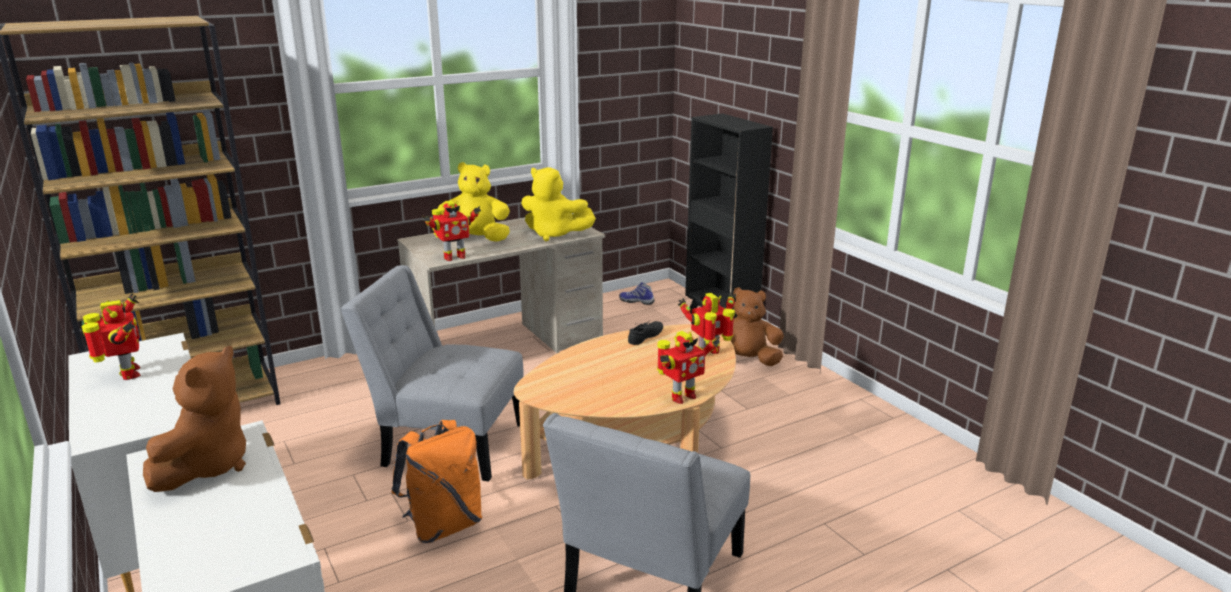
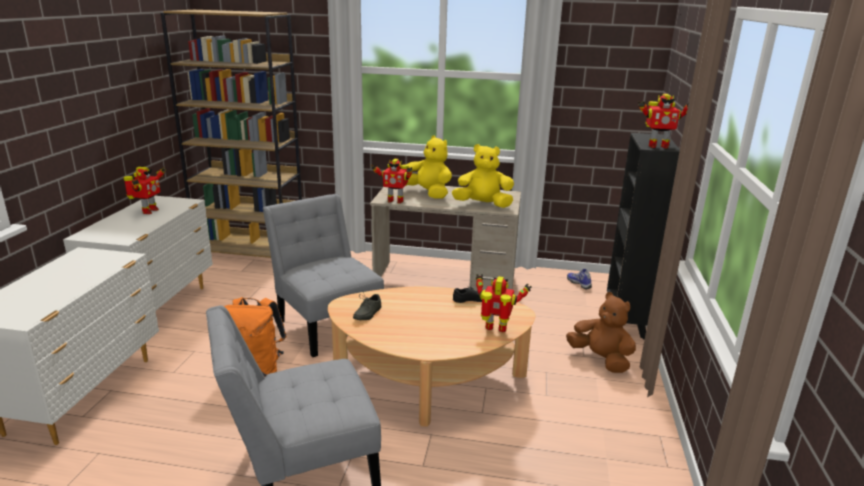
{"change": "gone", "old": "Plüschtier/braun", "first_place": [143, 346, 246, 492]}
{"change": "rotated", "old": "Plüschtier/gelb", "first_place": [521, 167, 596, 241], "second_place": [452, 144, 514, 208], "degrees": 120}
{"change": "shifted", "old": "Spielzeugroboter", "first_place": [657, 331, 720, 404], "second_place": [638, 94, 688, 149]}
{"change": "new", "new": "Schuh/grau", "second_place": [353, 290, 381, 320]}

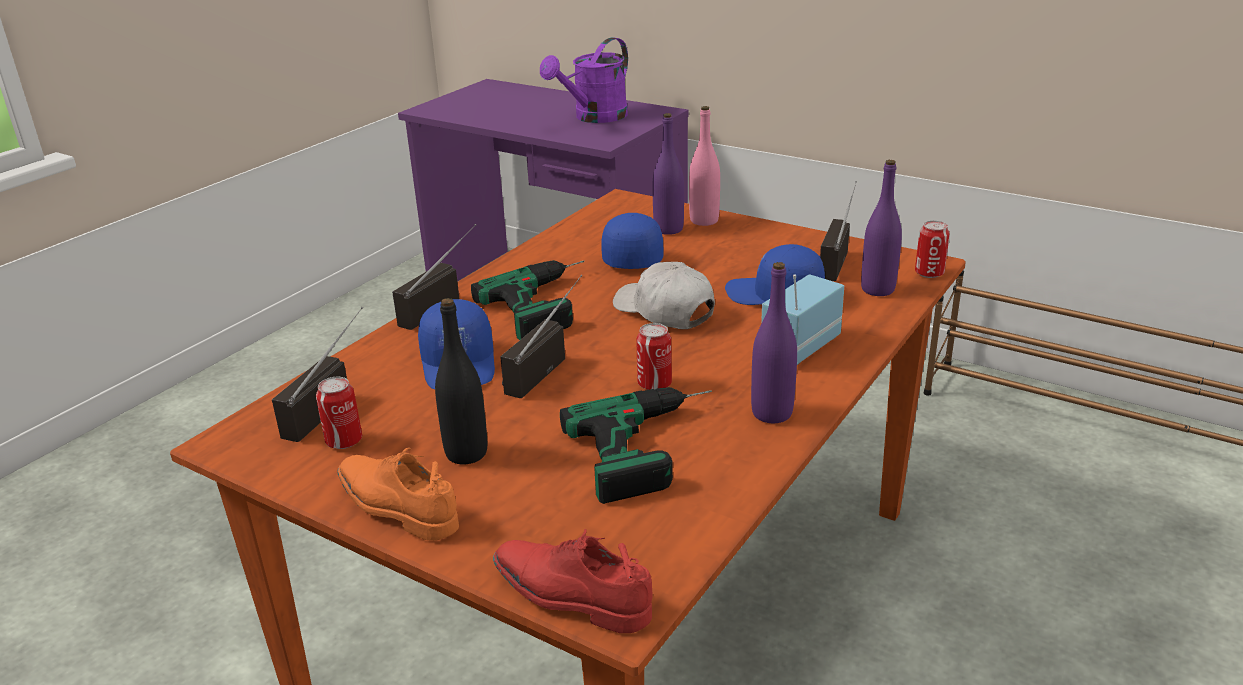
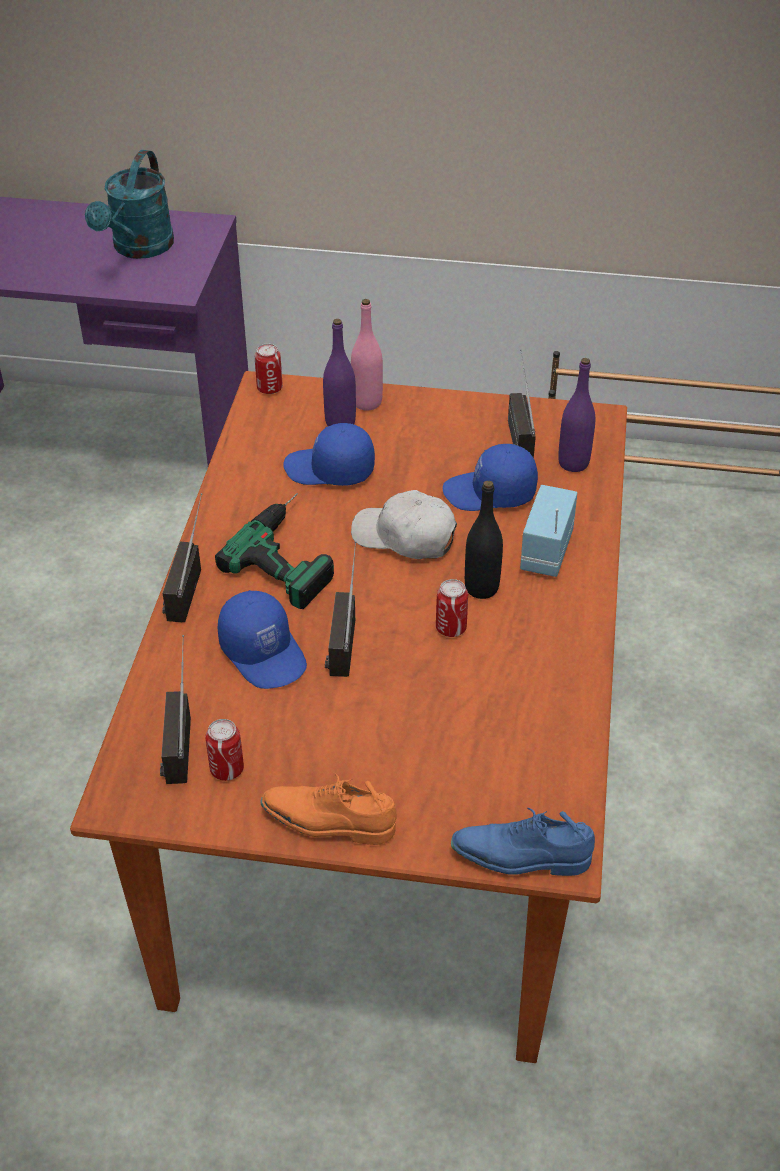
{"change": "shifted", "old": "Flasche/schwarz", "first_place": [435, 298, 487, 464], "second_place": [465, 480, 503, 599]}
{"change": "repainted", "old": "Schuh/rot", "new": "Schuh/blau", "first_place": [493, 529, 653, 633], "second_place": [451, 808, 595, 876]}
{"change": "repainted", "old": "Gießkanne/lila", "new": "Gießkanne/türkis", "first_place": [540, 37, 628, 123], "second_place": [85, 150, 174, 259]}
{"change": "gone", "old": "Bohrmaschine", "first_place": [560, 387, 712, 504]}
{"change": "rotated", "old": "Kappe/blau", "first_place": [601, 213, 664, 269], "second_place": [283, 423, 375, 486], "degrees": -60}
{"change": "gone", "old": "Flasche/lila", "first_place": [751, 262, 797, 423]}
{"change": "shifted", "old": "Dose", "first_place": [915, 220, 949, 278], "second_place": [255, 344, 283, 394]}

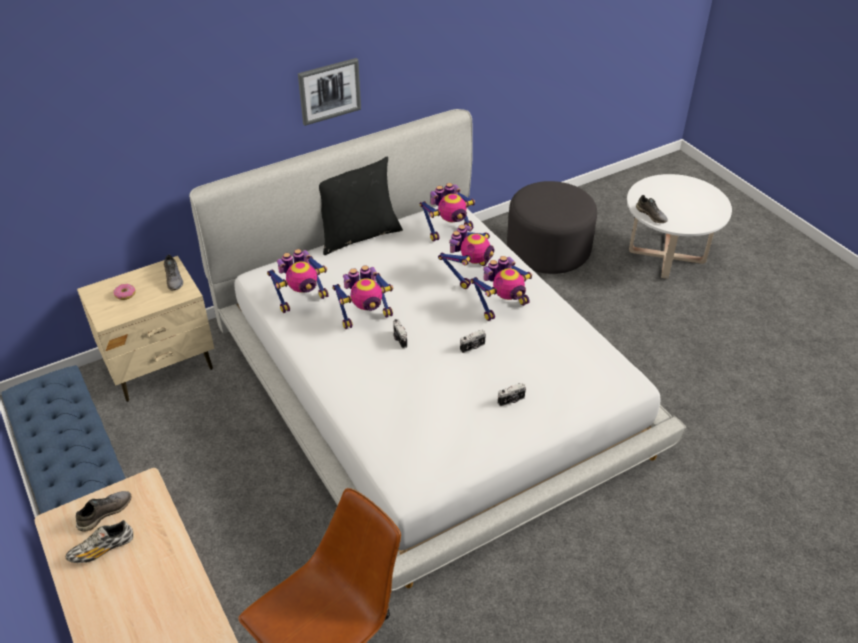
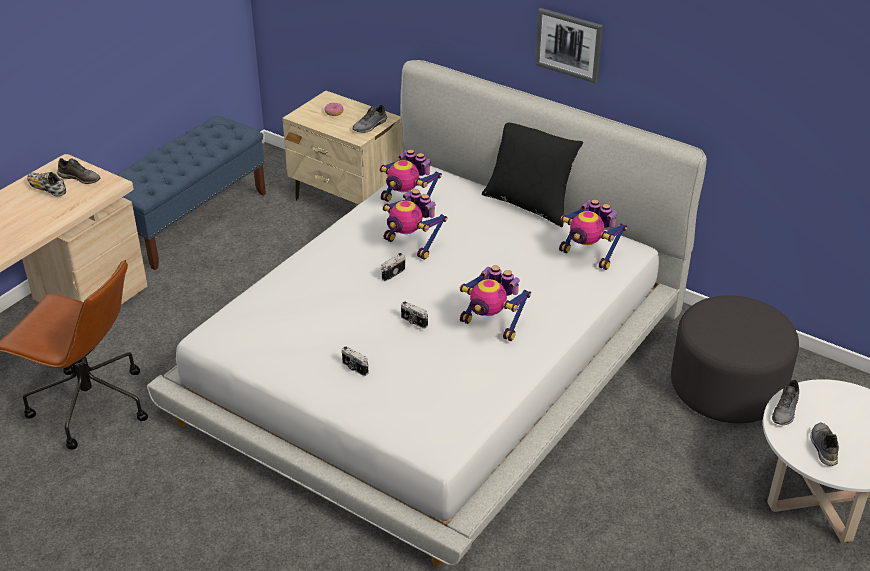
{"change": "gone", "old": "Spielzeugroboter", "first_place": [438, 225, 494, 289]}
{"change": "new", "new": "Schuh/grau", "second_place": [811, 423, 839, 466]}

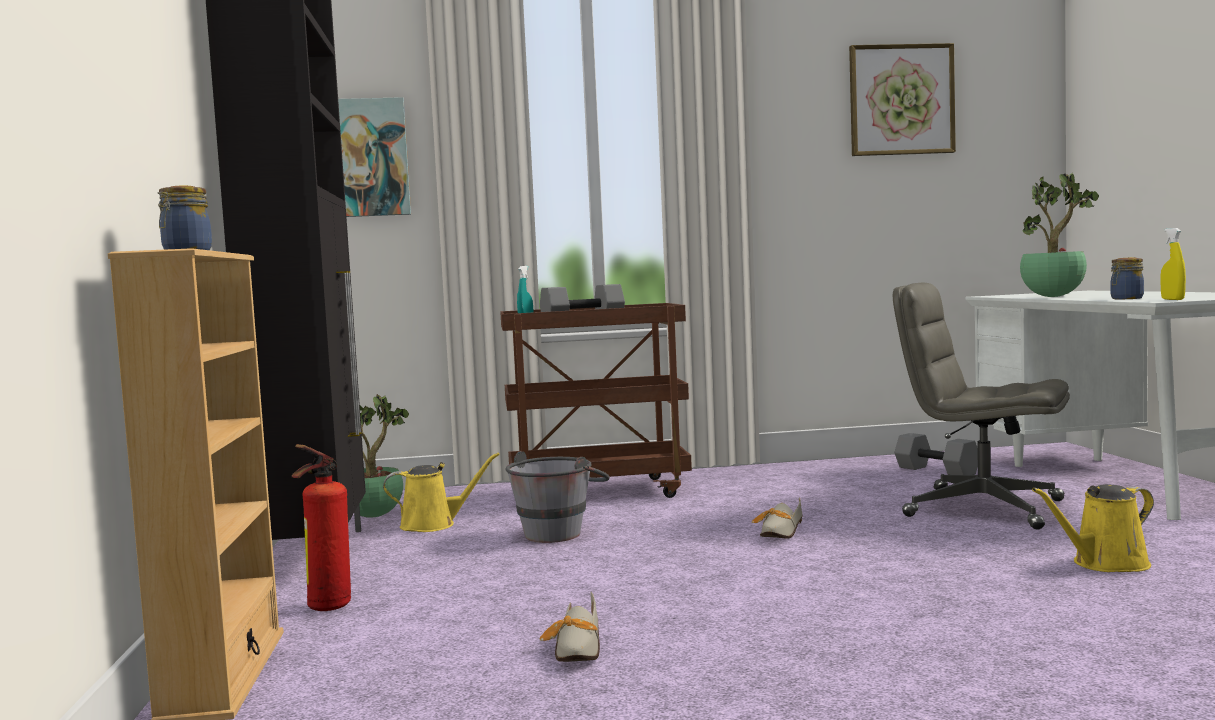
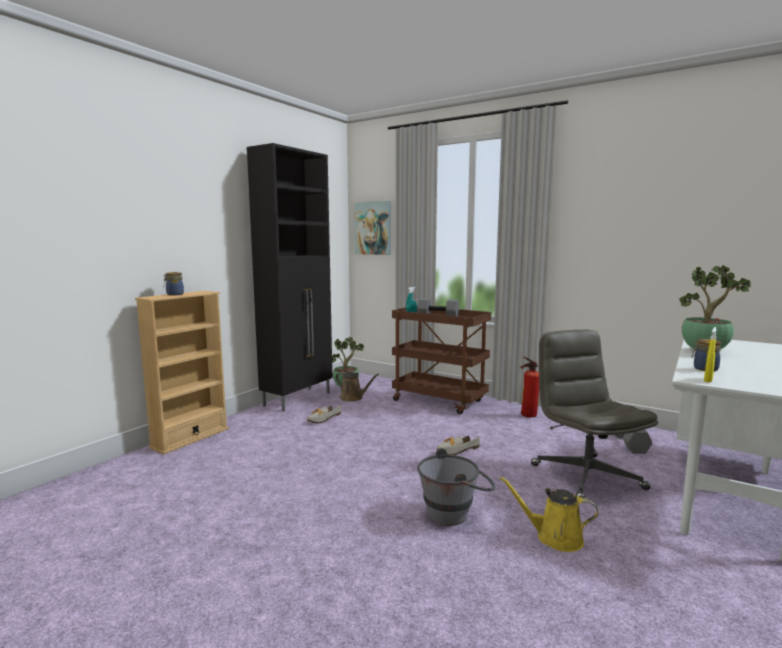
{"change": "shifted", "old": "Feuerlöscher", "first_place": [291, 444, 351, 611], "second_place": [520, 356, 539, 418]}
{"change": "repainted", "old": "Gießkanne/gelb", "new": "Gießkanne/braun", "first_place": [383, 452, 500, 532], "second_place": [335, 372, 379, 402]}
{"change": "shifted", "old": "Eimer/grau", "first_place": [505, 451, 610, 543], "second_place": [417, 448, 495, 526]}
{"change": "shifted", "old": "Schuh", "first_place": [540, 592, 600, 662], "second_place": [307, 404, 341, 423]}
{"change": "gone", "old": "Bild", "first_place": [849, 43, 956, 156]}

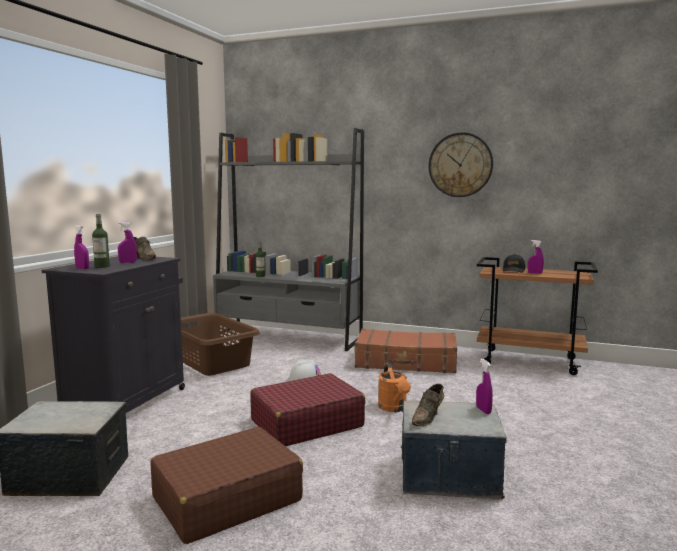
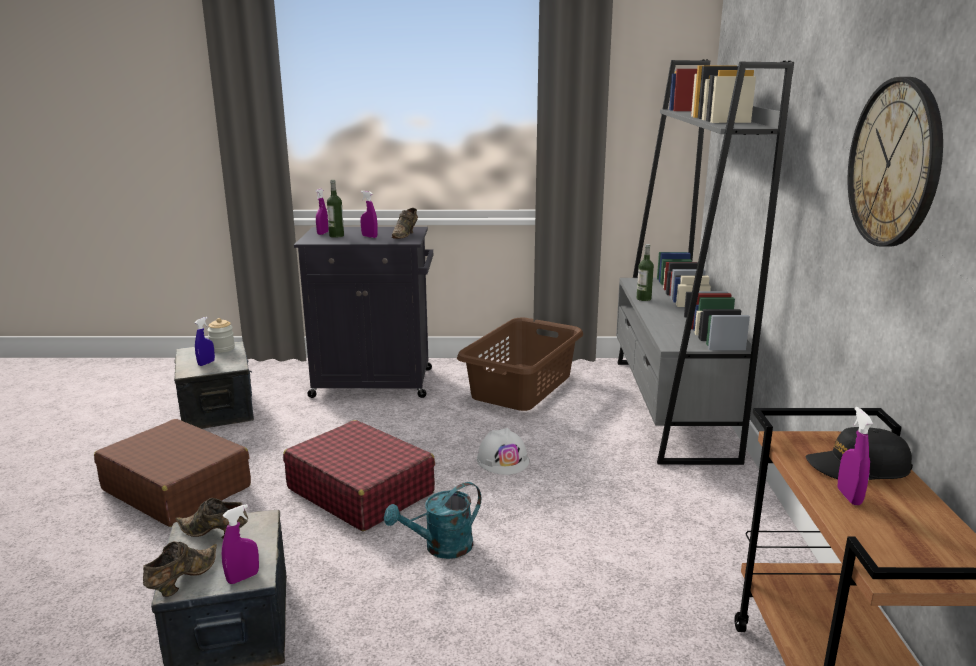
{"change": "gone", "old": "Koffer/braun", "first_place": [355, 329, 457, 373]}
{"change": "repainted", "old": "Gießkanne/orange", "new": "Gießkanne/türkis", "first_place": [378, 363, 411, 412], "second_place": [384, 482, 481, 559]}
{"change": "new", "new": "Schuh/braun", "second_place": [143, 541, 217, 597]}
{"change": "new", "new": "Sprühflasche/blau", "second_place": [195, 317, 215, 366]}
{"change": "new", "new": "Vorratsglas", "second_place": [207, 318, 235, 353]}

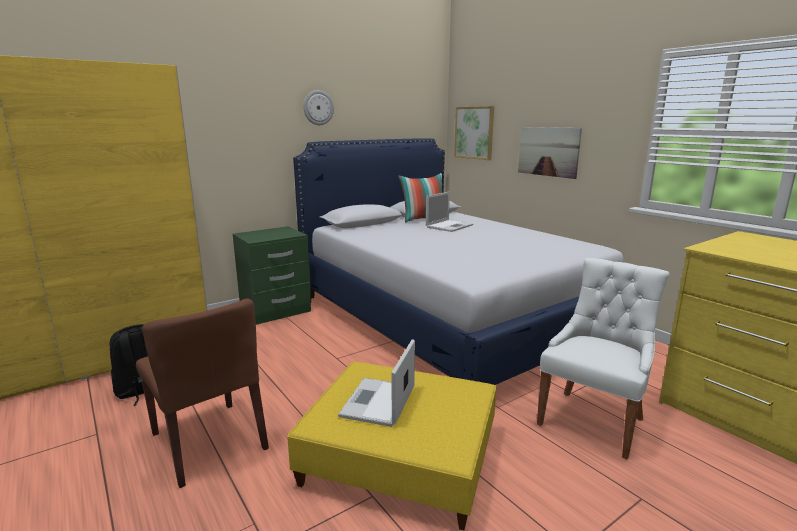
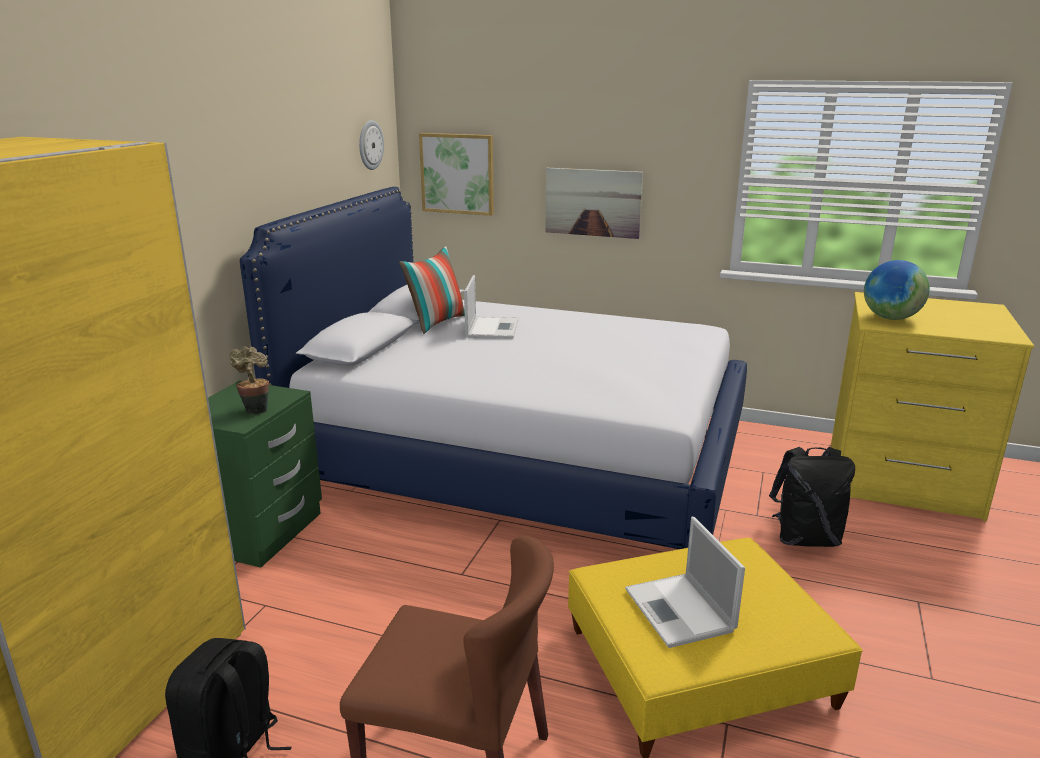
{"change": "shifted", "old": "Wanduhr", "first_place": [303, 90, 334, 125], "second_place": [359, 120, 384, 170]}
{"change": "swapped", "old": "Stuhl/weiß", "new": "Rucksack/schwarz", "first_place": [537, 258, 670, 459], "second_place": [769, 447, 855, 547]}
{"change": "new", "new": "Topfpflanze", "second_place": [229, 346, 269, 415]}
{"change": "new", "new": "Globus", "second_place": [864, 260, 930, 320]}

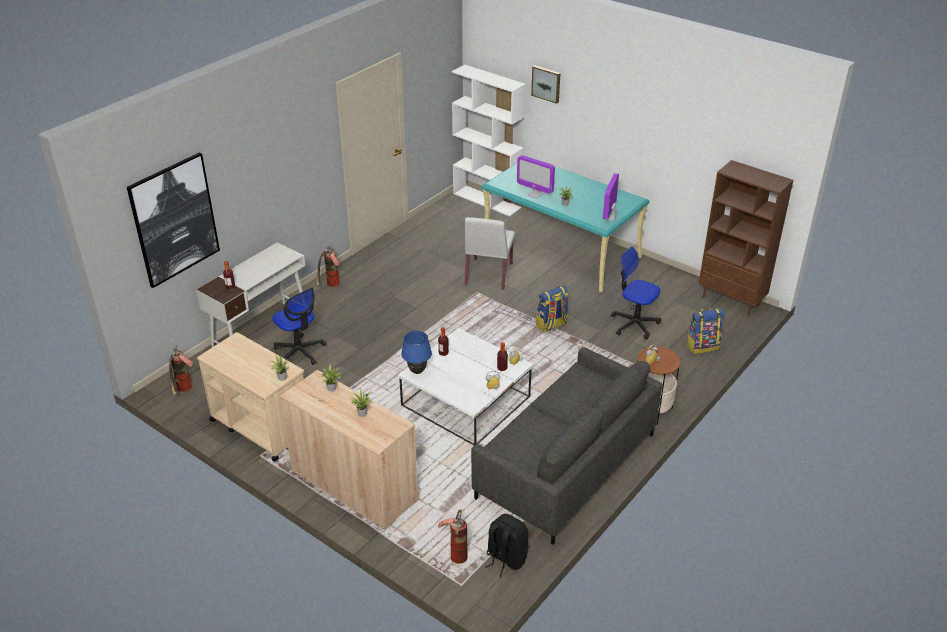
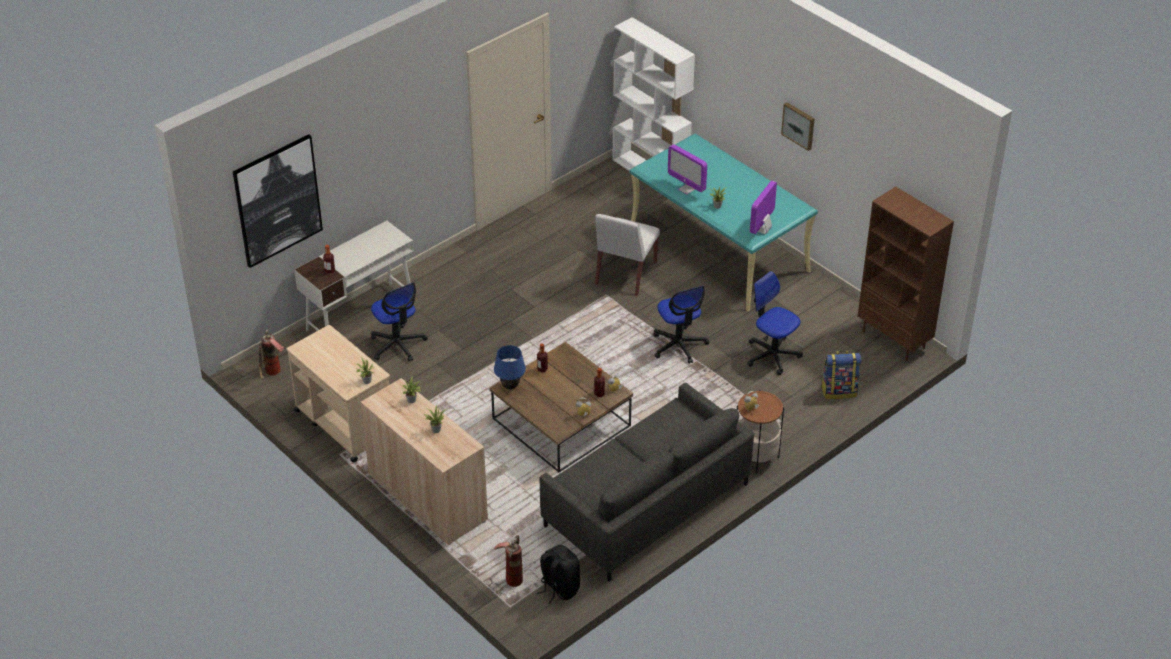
{"change": "gone", "old": "Feuerlöscher", "first_place": [316, 244, 340, 287]}
{"change": "repainted", "old": "Couchtisch/weiß", "new": "Couchtisch/braun", "first_place": [398, 328, 533, 445], "second_place": [489, 342, 633, 472]}
{"change": "shifted", "old": "Bild", "first_place": [531, 65, 560, 104], "second_place": [781, 102, 814, 151]}
{"change": "swapped", "old": "Rucksack", "new": "Bürostuhl", "first_place": [536, 285, 569, 332], "second_place": [654, 286, 709, 364]}

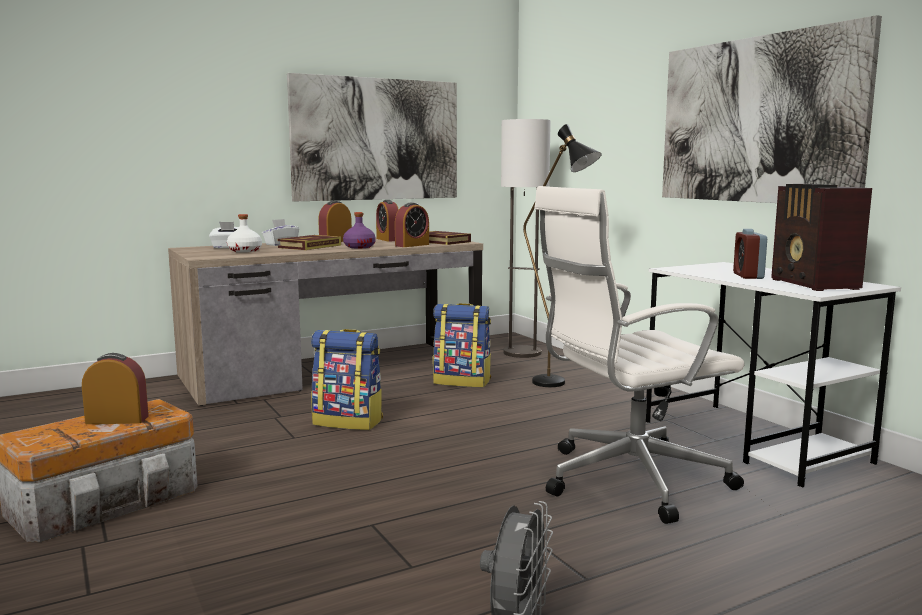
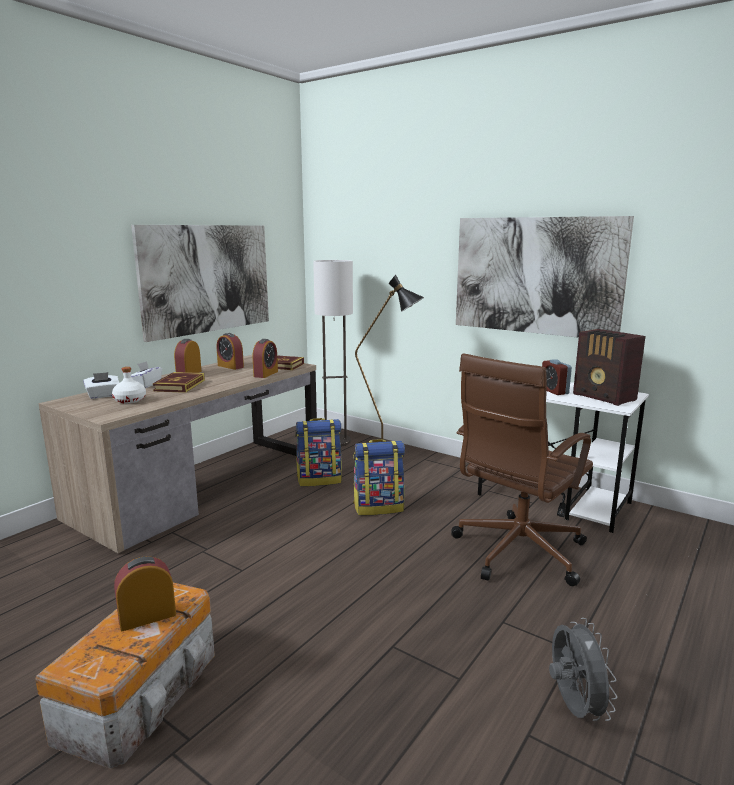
{"change": "shifted", "old": "Rucksack", "first_place": [311, 329, 383, 430], "second_place": [353, 439, 405, 515]}
{"change": "gone", "old": "Flasche/lila", "first_place": [343, 212, 376, 248]}
{"change": "repainted", "old": "Bürostuhl/weiß", "new": "Bürostuhl/braun", "first_place": [534, 186, 745, 524], "second_place": [451, 353, 593, 586]}

